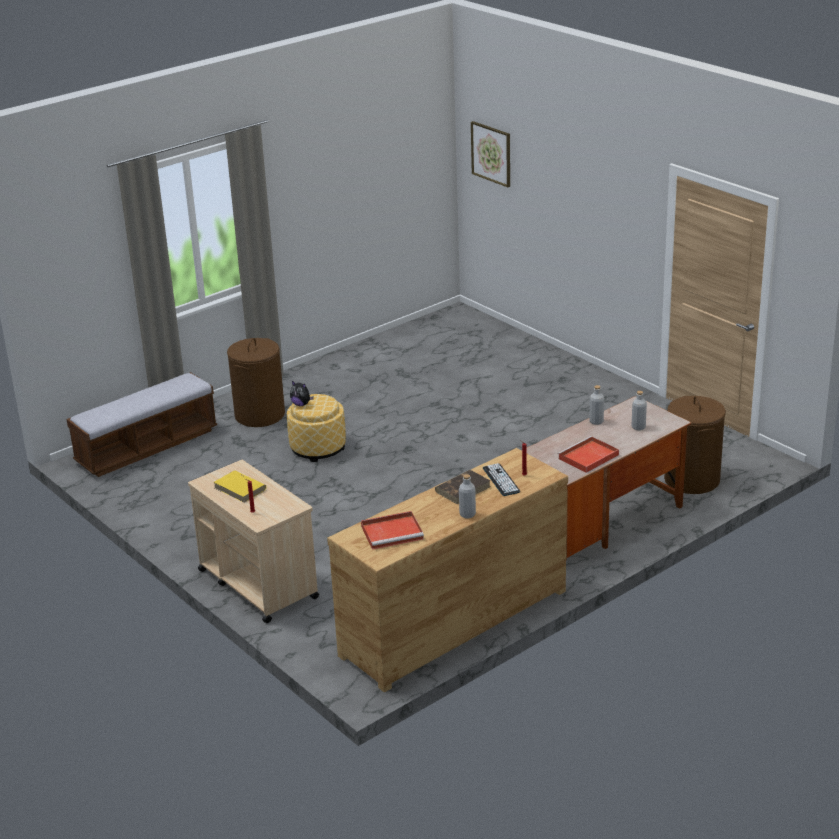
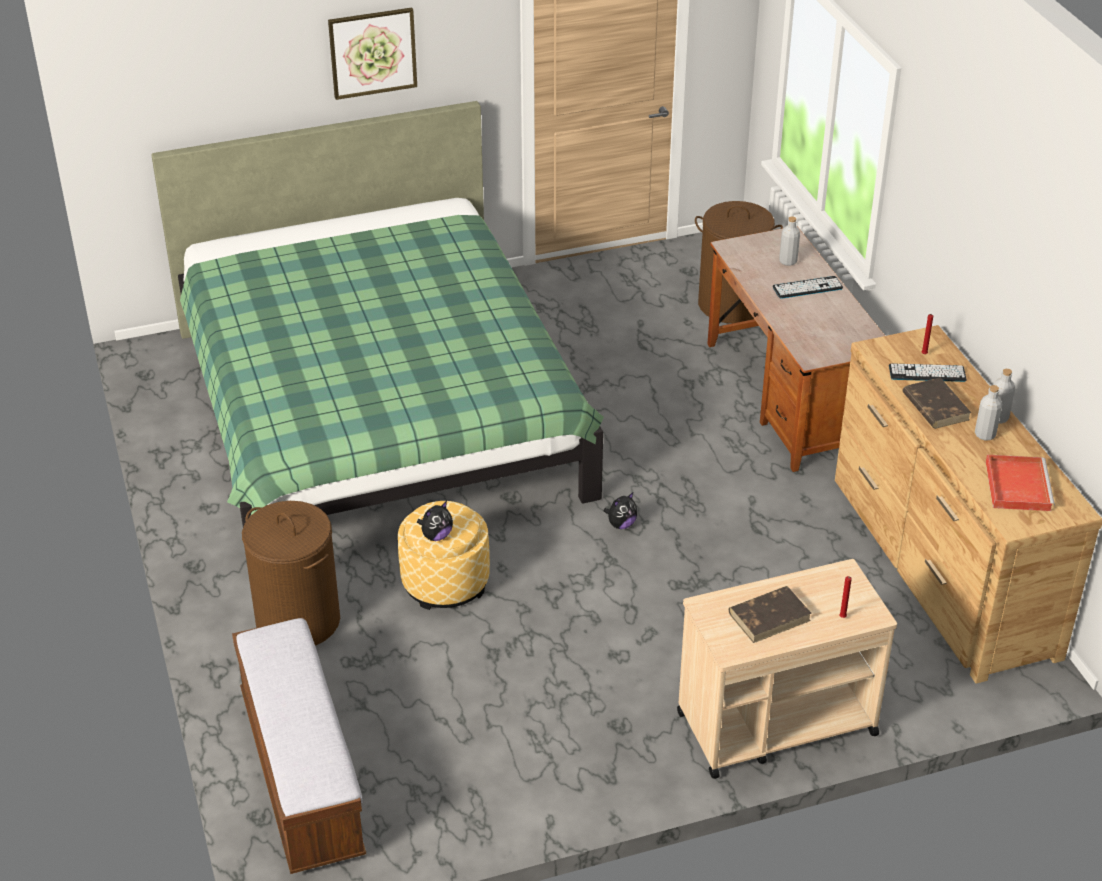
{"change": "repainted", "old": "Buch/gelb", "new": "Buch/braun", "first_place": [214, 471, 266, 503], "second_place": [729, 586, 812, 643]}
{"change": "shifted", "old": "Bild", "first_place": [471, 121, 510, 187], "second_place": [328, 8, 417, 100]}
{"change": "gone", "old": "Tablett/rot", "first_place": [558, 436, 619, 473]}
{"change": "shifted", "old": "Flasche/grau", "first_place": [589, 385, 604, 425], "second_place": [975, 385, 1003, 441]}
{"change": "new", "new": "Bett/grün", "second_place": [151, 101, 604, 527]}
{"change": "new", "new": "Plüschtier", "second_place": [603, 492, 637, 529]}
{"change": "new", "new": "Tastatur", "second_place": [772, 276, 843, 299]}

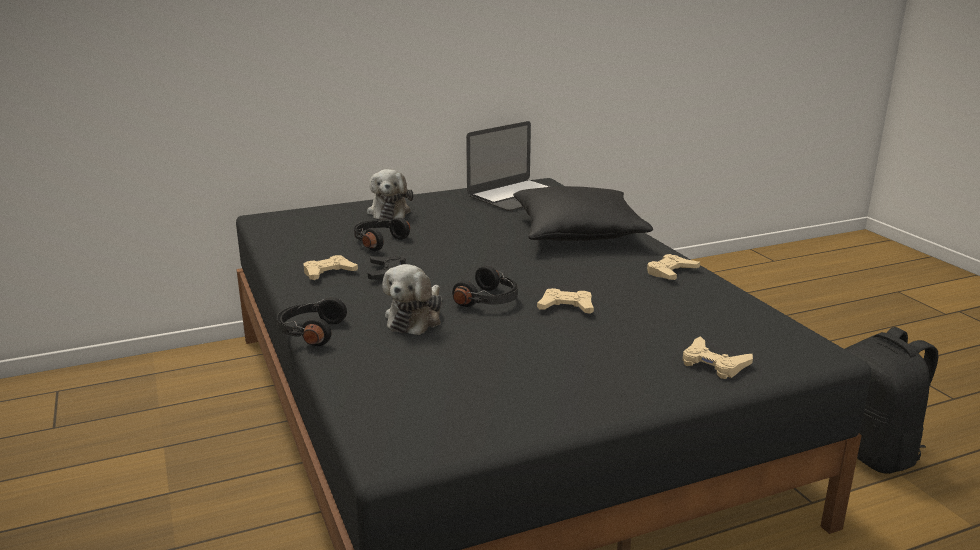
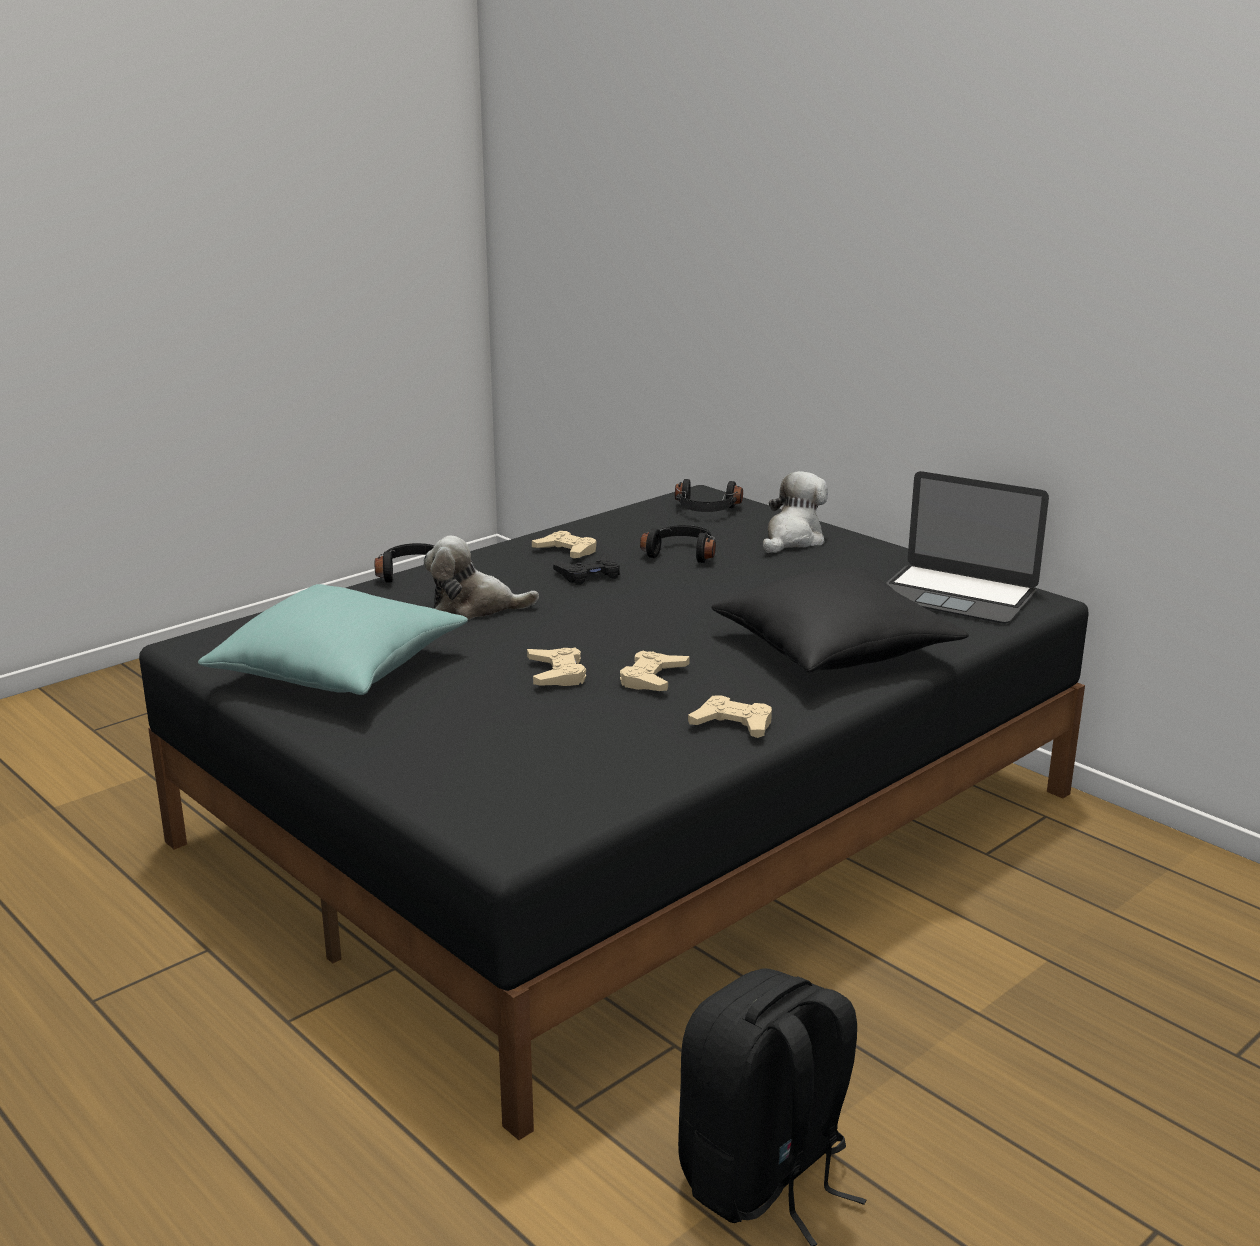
{"change": "rotated", "old": "Plüschtier", "first_place": [367, 169, 414, 220], "second_place": [763, 471, 828, 553], "degrees": 150}
{"change": "shifted", "old": "Kopfhörer/schwarz", "first_place": [452, 266, 518, 307], "second_place": [675, 479, 743, 512]}
{"change": "shifted", "old": "Gamepad/beige", "first_place": [683, 336, 753, 379], "second_place": [620, 651, 690, 691]}
{"change": "new", "new": "Kissen/türkis", "second_place": [198, 584, 468, 695]}

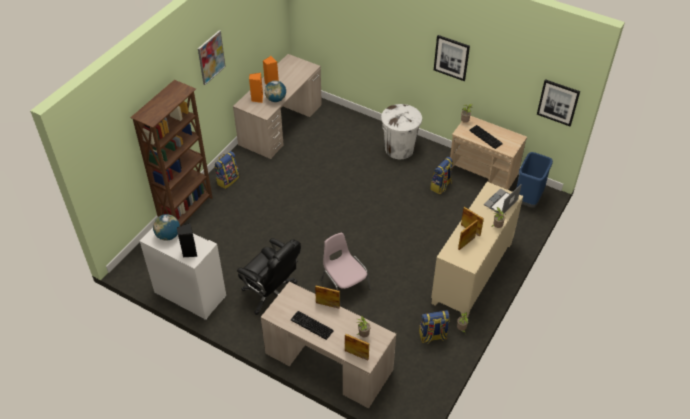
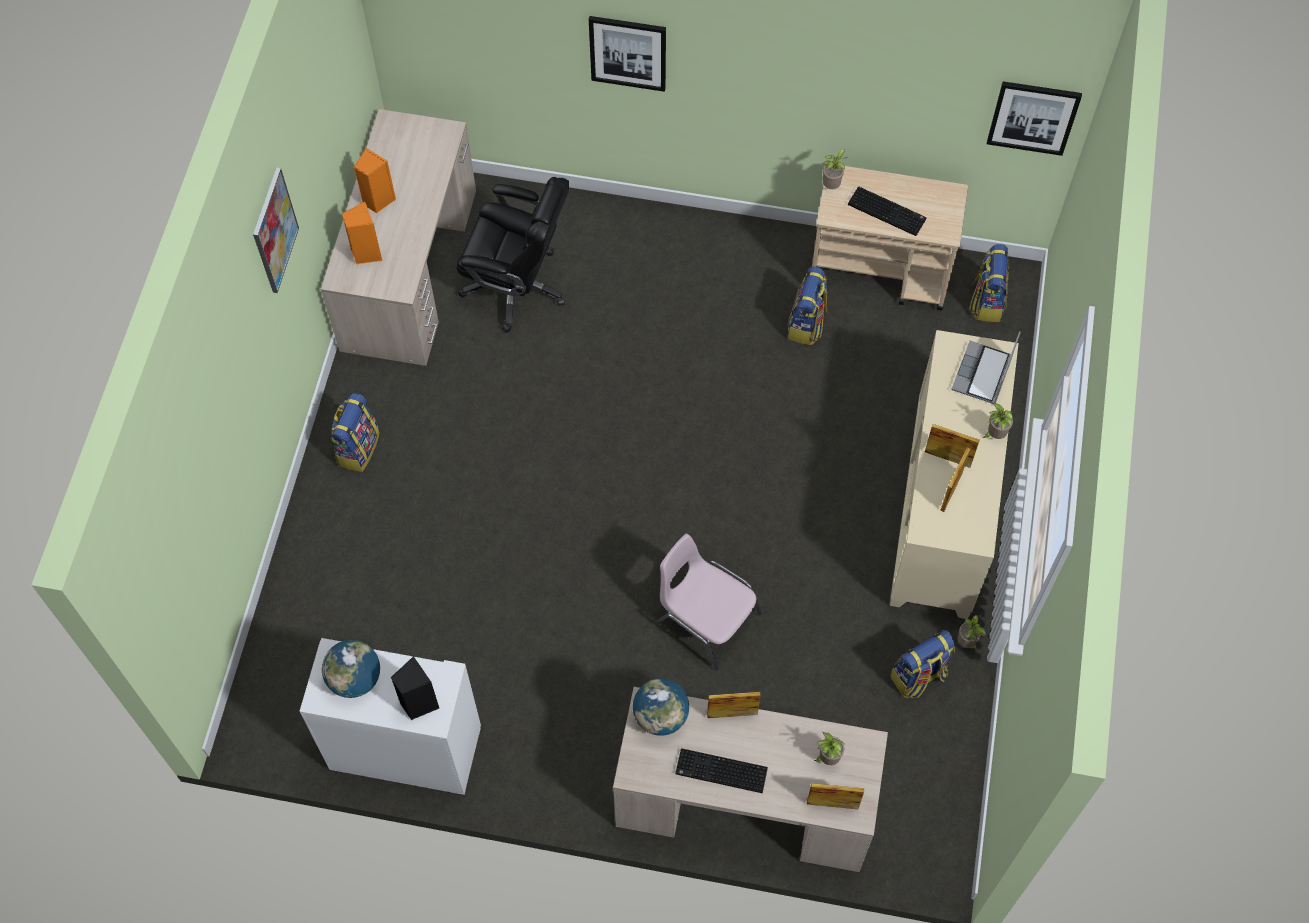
{"change": "gone", "old": "Bücherregal/braun", "first_place": [130, 80, 213, 226]}
{"change": "shifted", "old": "Bürostuhl/schwarz", "first_place": [237, 238, 301, 315], "second_place": [456, 177, 569, 333]}
{"change": "shifted", "old": "Globus", "first_place": [265, 80, 286, 102], "second_place": [633, 679, 689, 736]}
{"change": "gone", "old": "Mülleimer/weiß", "first_place": [381, 104, 422, 159]}
{"change": "shifted", "old": "Bild", "first_place": [434, 35, 470, 81], "second_place": [589, 16, 666, 92]}
{"change": "swapped", "old": "Mülleimer/blau", "new": "Rucksack", "first_place": [516, 152, 553, 208], "second_place": [970, 244, 1009, 322]}

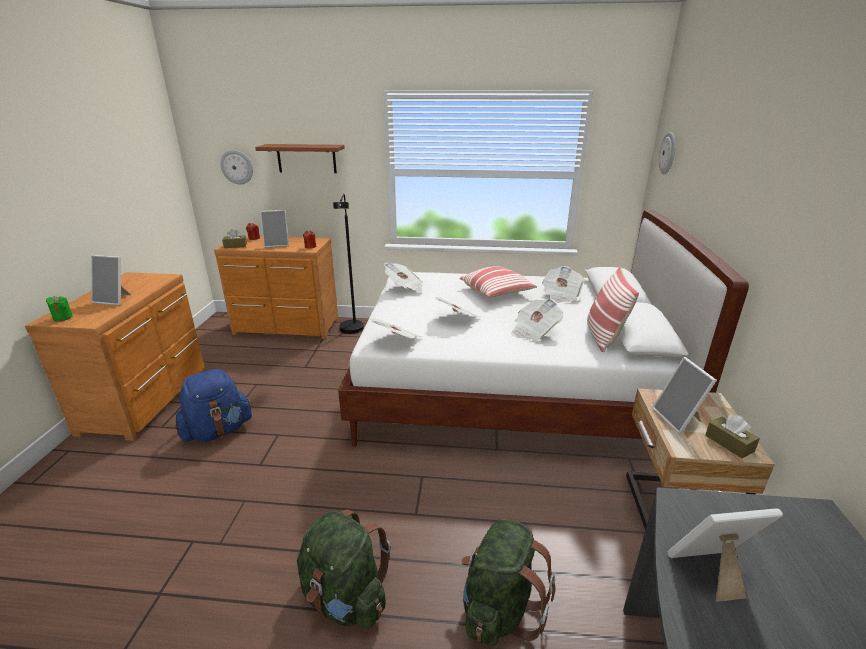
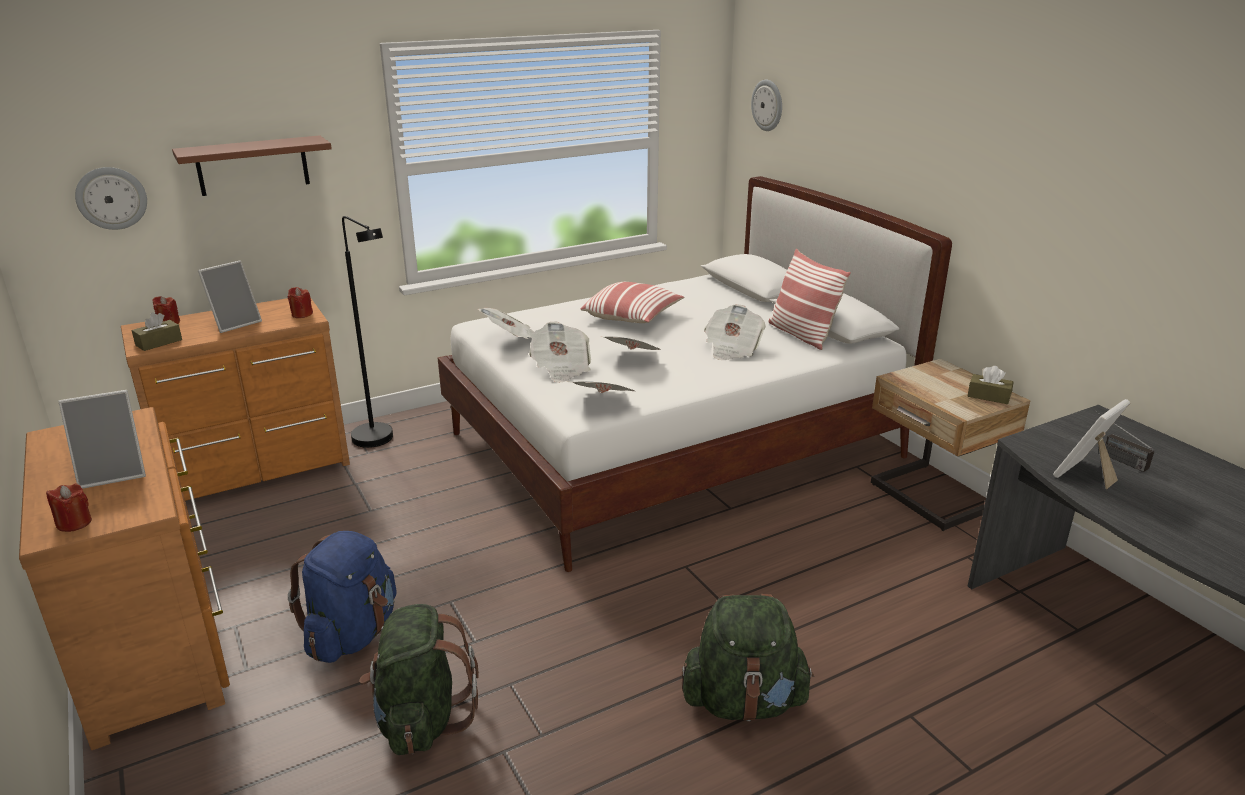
{"change": "repainted", "old": "Kerze/grün", "new": "Kerze/rot", "first_place": [46, 296, 73, 321], "second_place": [46, 483, 92, 532]}
{"change": "shifted", "old": "Rucksack/grün", "first_place": [461, 519, 555, 646], "second_place": [359, 604, 479, 755]}
{"change": "shifted", "old": "Zeitung", "first_place": [542, 266, 585, 303], "second_place": [529, 322, 591, 383]}
{"change": "gone", "old": "Bilderrahmen", "first_place": [652, 357, 717, 434]}
{"change": "new", "new": "Radio", "second_place": [1094, 410, 1154, 472]}

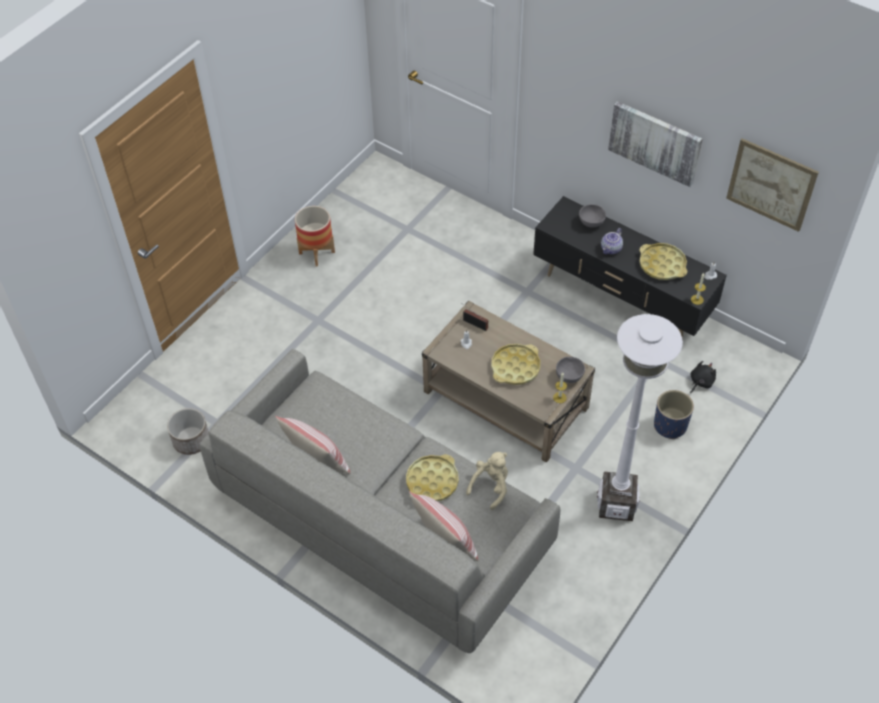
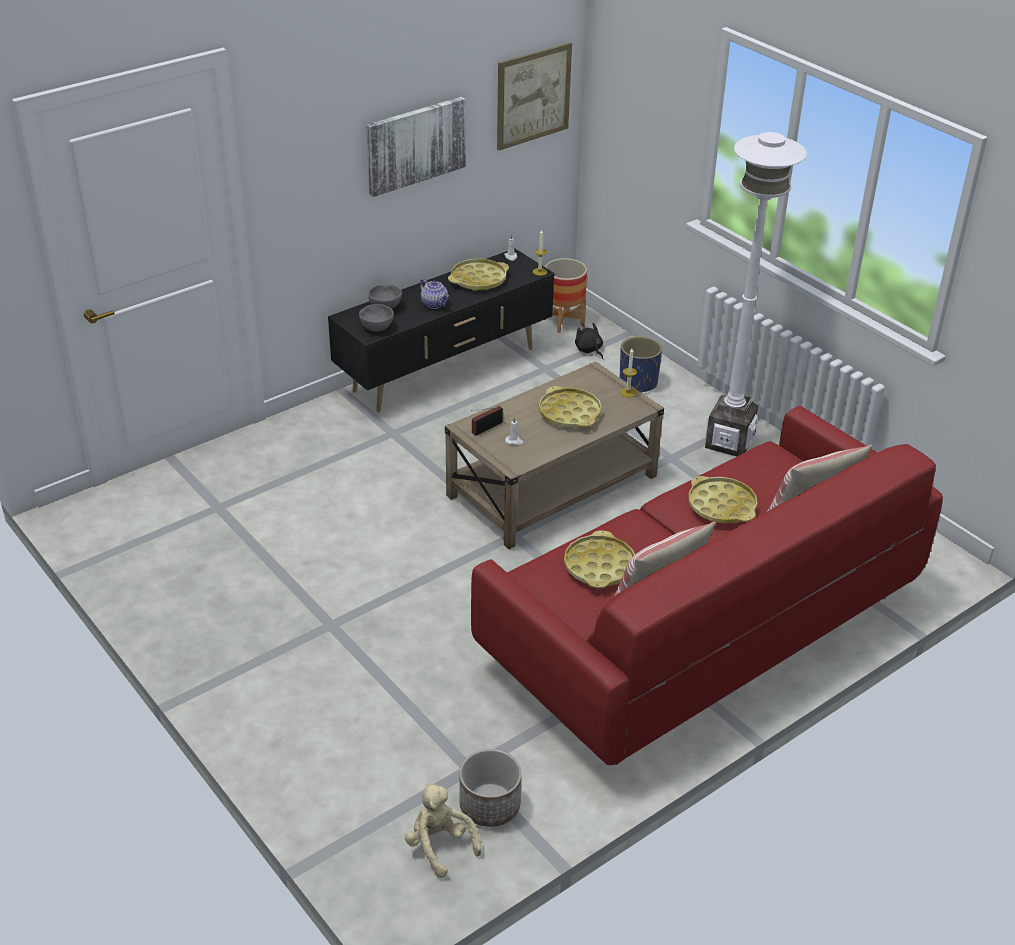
{"change": "repainted", "old": "Sofa/grau", "new": "Sofa/rot", "first_place": [200, 349, 560, 653], "second_place": [471, 405, 943, 765]}
{"change": "shifted", "old": "Pflanzkübel", "first_place": [295, 206, 335, 266], "second_place": [545, 258, 587, 333]}
{"change": "shifted", "old": "Plüschtier/beige", "first_place": [466, 452, 508, 510], "second_place": [405, 783, 482, 878]}
{"change": "shifted", "old": "Schüssel/grau", "first_place": [556, 357, 585, 383], "second_place": [359, 304, 394, 331]}
{"change": "new", "new": "Tablett/gelb", "second_place": [564, 530, 635, 588]}

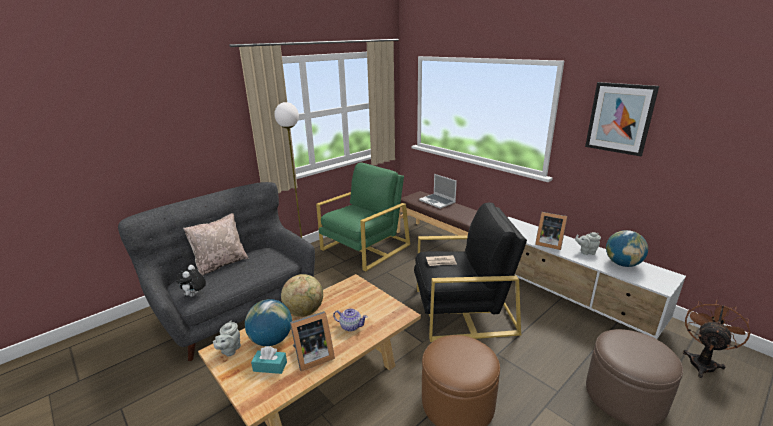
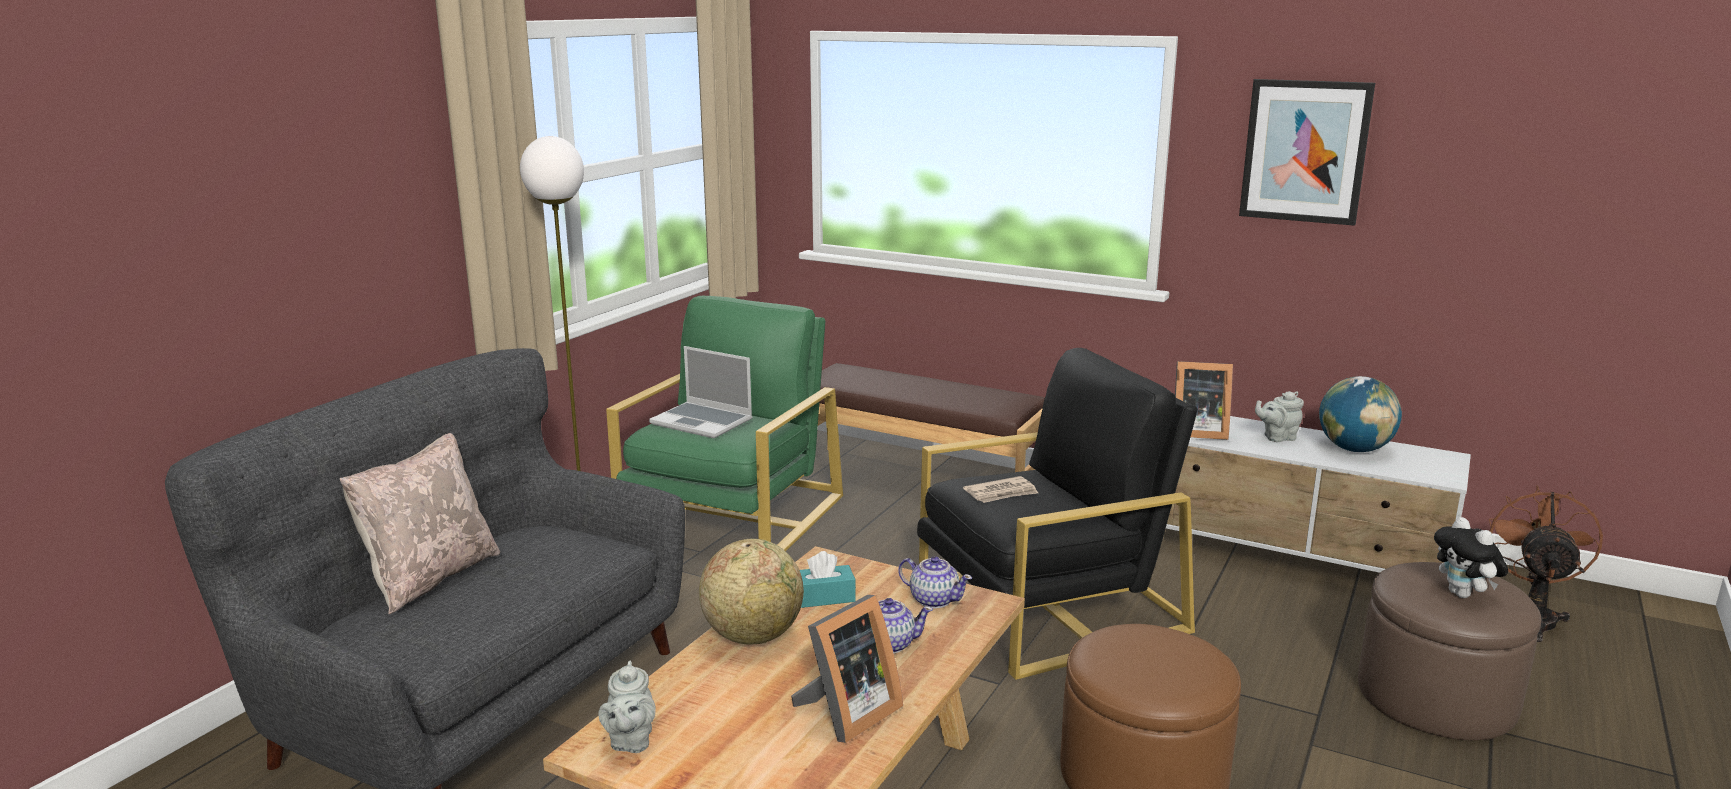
{"change": "shifted", "old": "Plüschtier", "first_place": [176, 265, 206, 297], "second_place": [1434, 517, 1508, 598]}
{"change": "gone", "old": "Globus", "first_place": [245, 299, 292, 346]}
{"change": "shifted", "old": "Taschentuchbox/türkis", "first_place": [251, 346, 287, 374], "second_place": [800, 551, 856, 608]}
{"change": "shifted", "old": "Laptop", "first_place": [419, 174, 457, 209], "second_place": [649, 346, 752, 438]}
{"change": "new", "new": "Teekanne", "second_place": [898, 556, 972, 608]}

